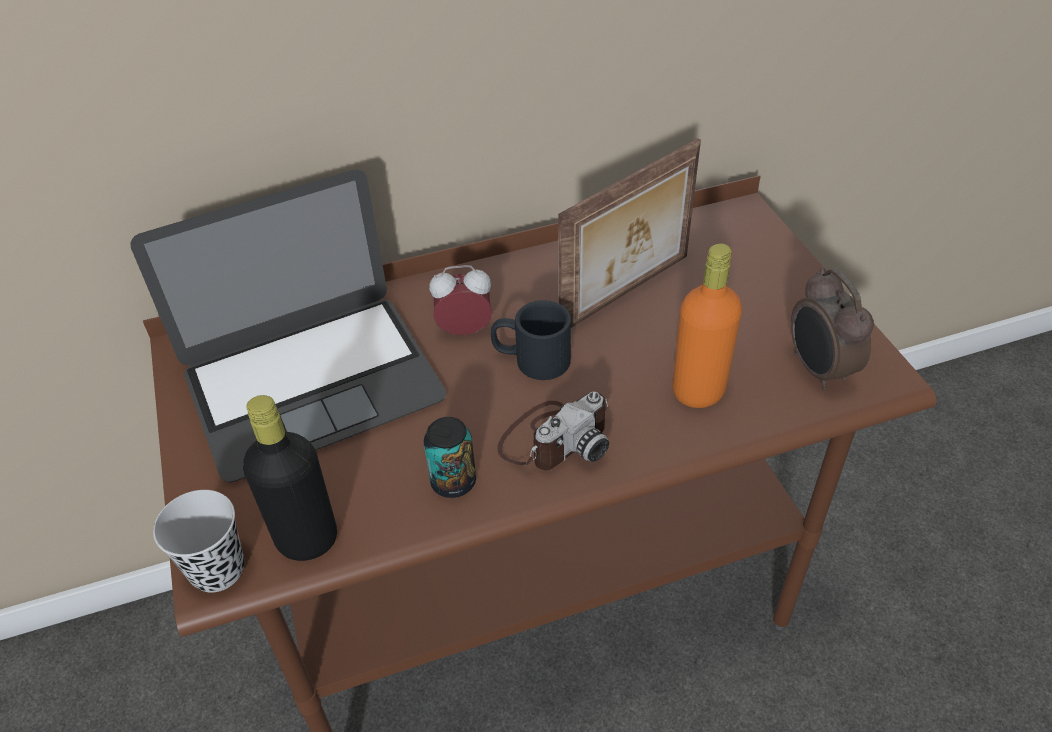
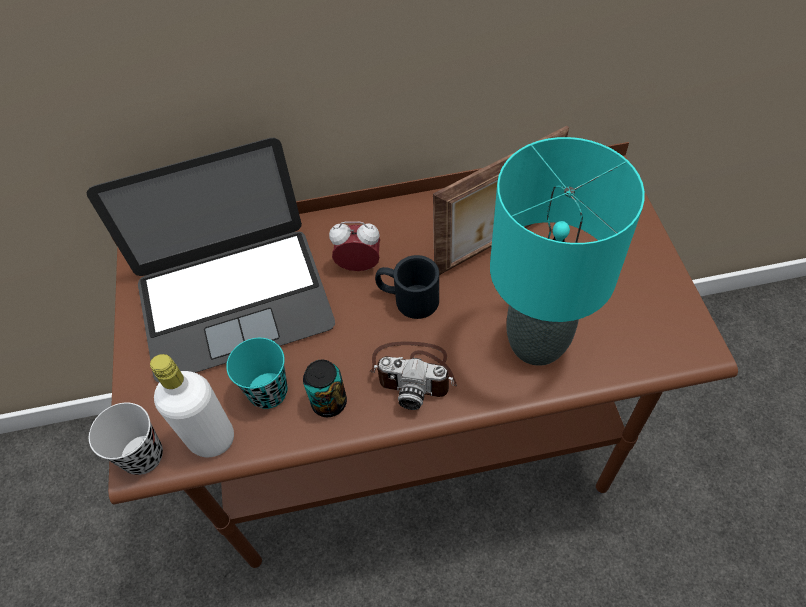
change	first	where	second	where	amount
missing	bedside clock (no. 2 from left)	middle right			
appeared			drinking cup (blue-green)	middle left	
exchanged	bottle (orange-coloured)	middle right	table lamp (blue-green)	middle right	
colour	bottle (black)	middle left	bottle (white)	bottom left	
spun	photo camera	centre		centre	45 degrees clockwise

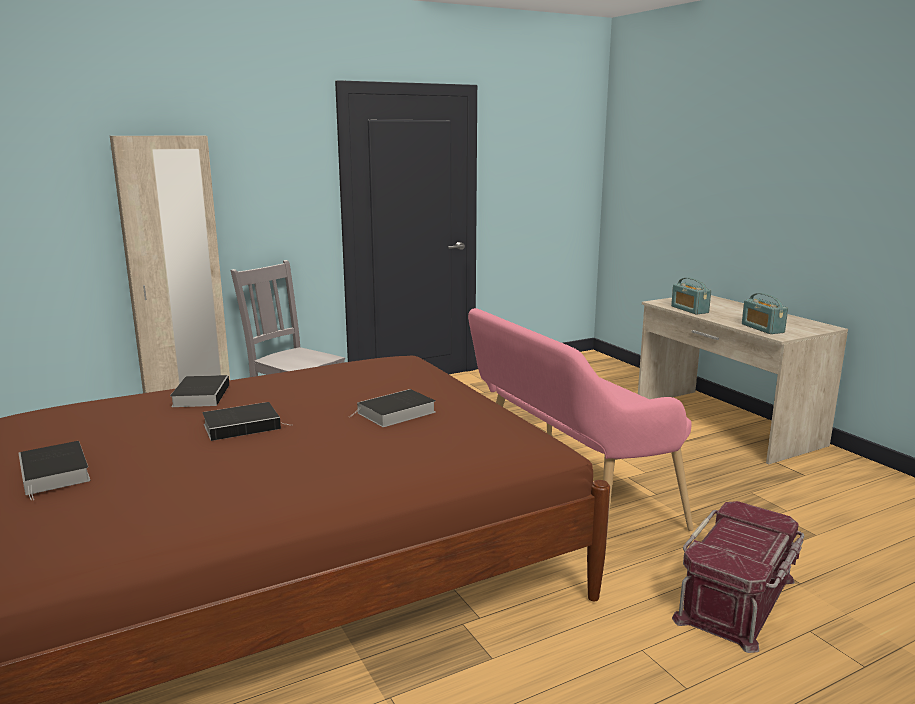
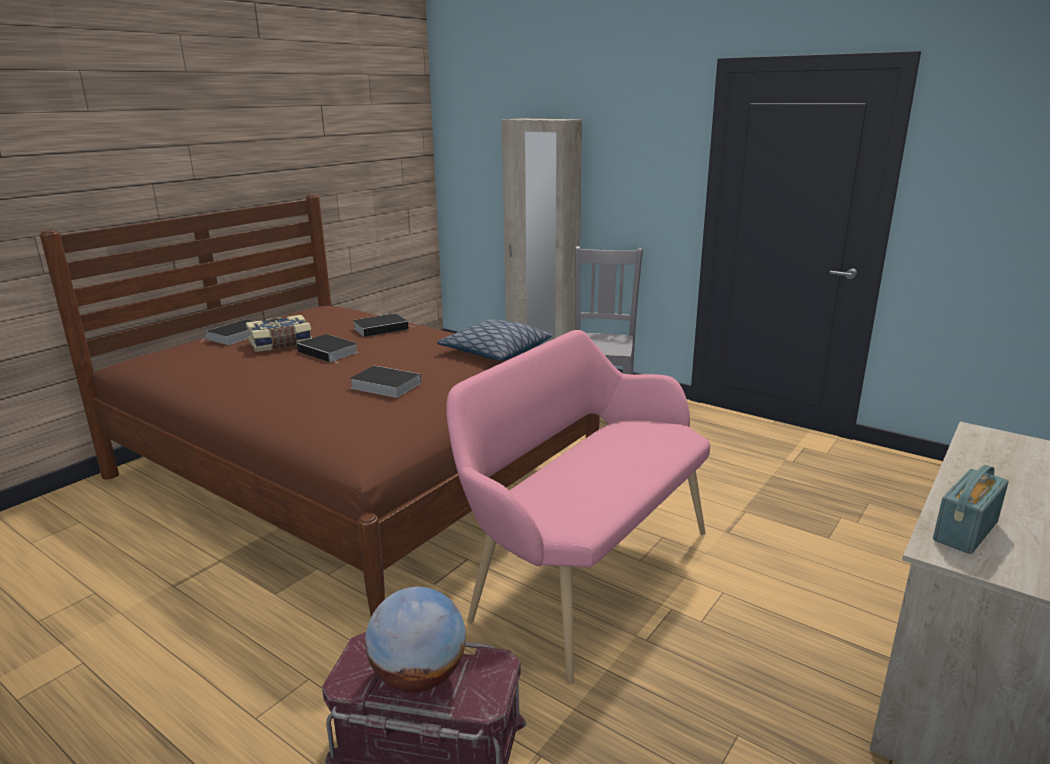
change	first	where	second	where	amount
missing	radio receiver (no. 1 from left)	middle right			
appeared			book (no. 2 from left)	middle left	
appeared			globe	bottom centre	
appeared			pillow	centre	

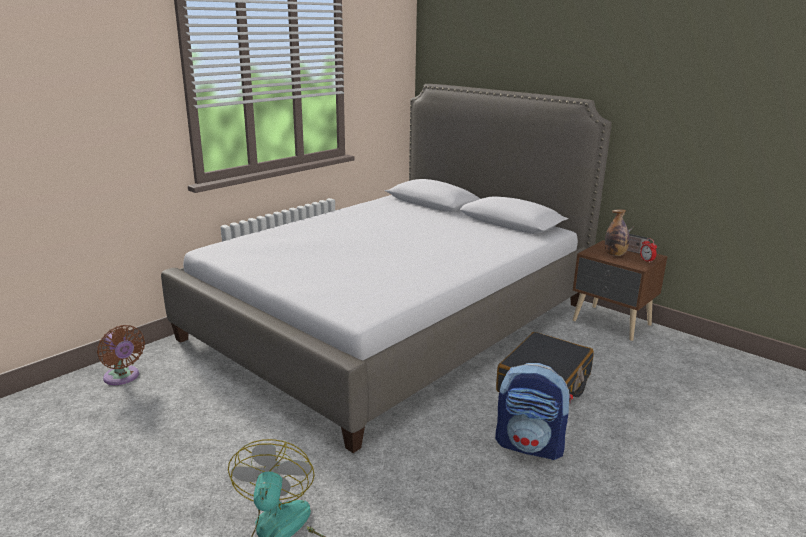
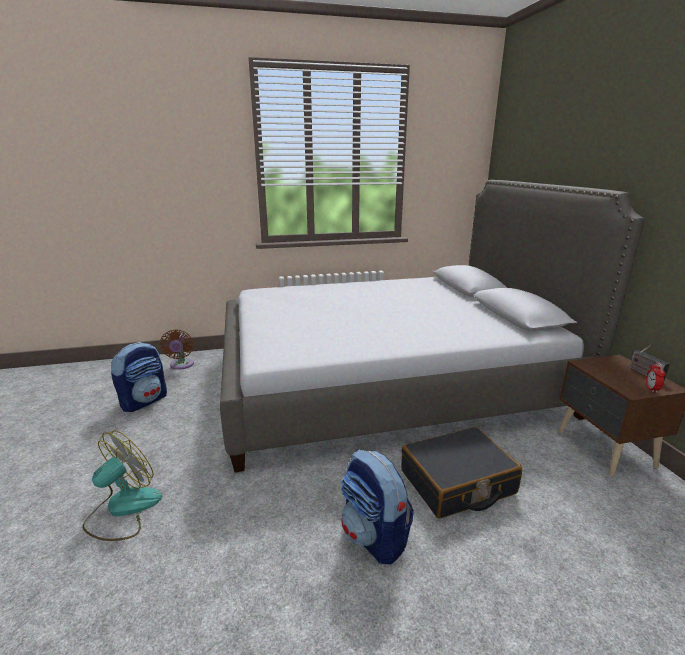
change	first	where	second	where	amount
missing	bottle	middle right			
appeared			rucksack (no. 1 from left)	middle left	

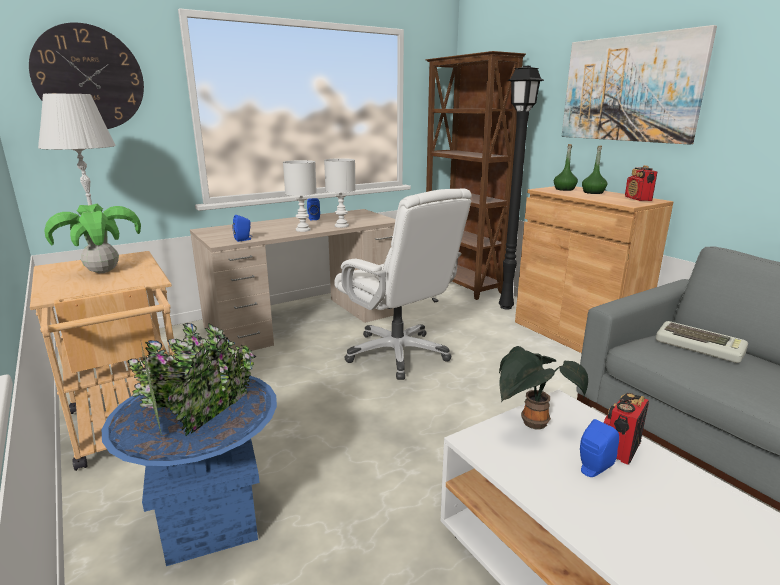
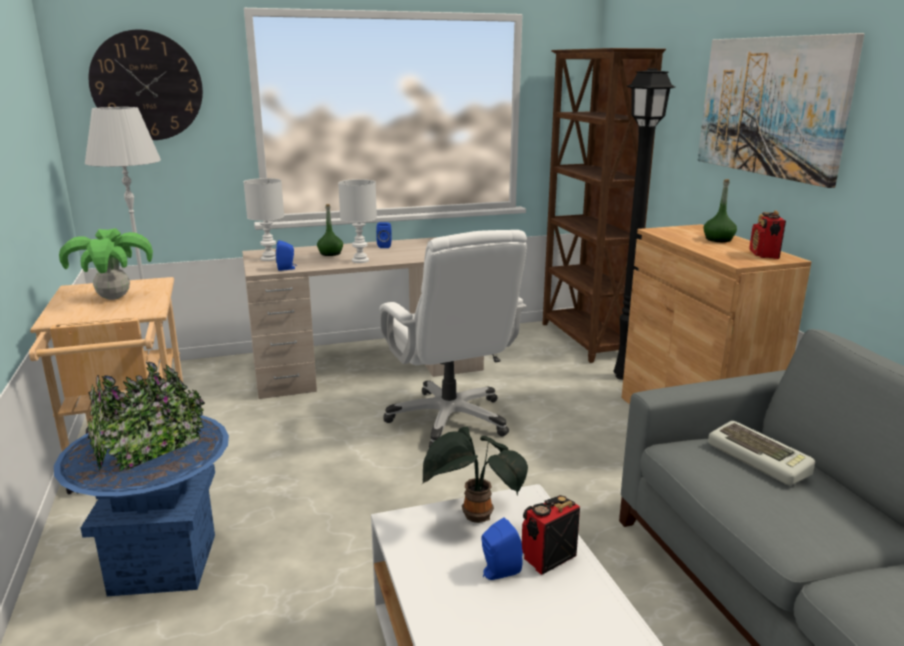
change	first	where	second	where	amount
relocated	table lamp (white) (no. 2 from left in the first image)	top centre	table lamp (white) (no. 1 from left)	middle left	
relocated	bottle (green-coloured) (no. 1 from left)	top right		centre	

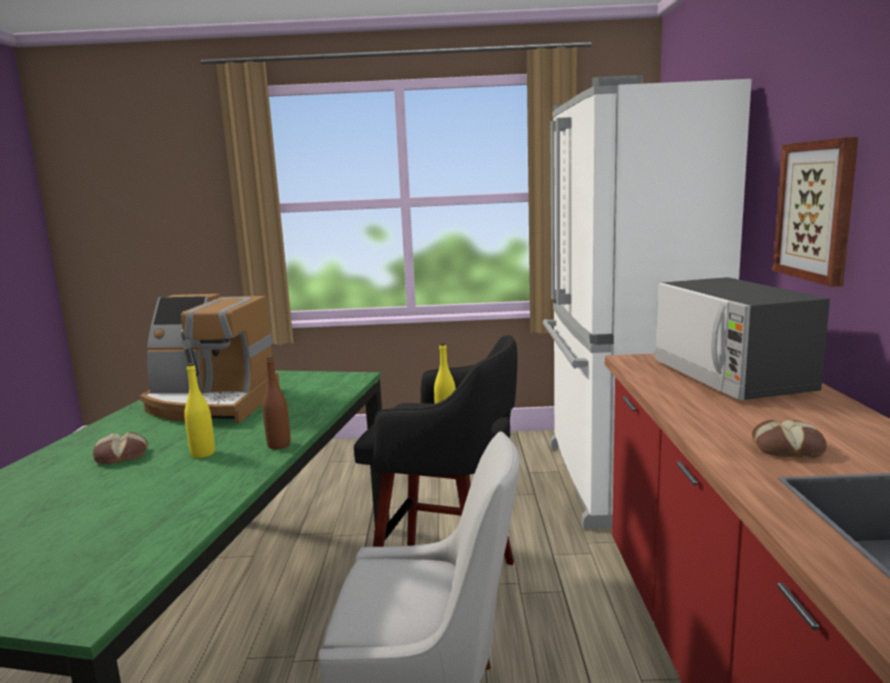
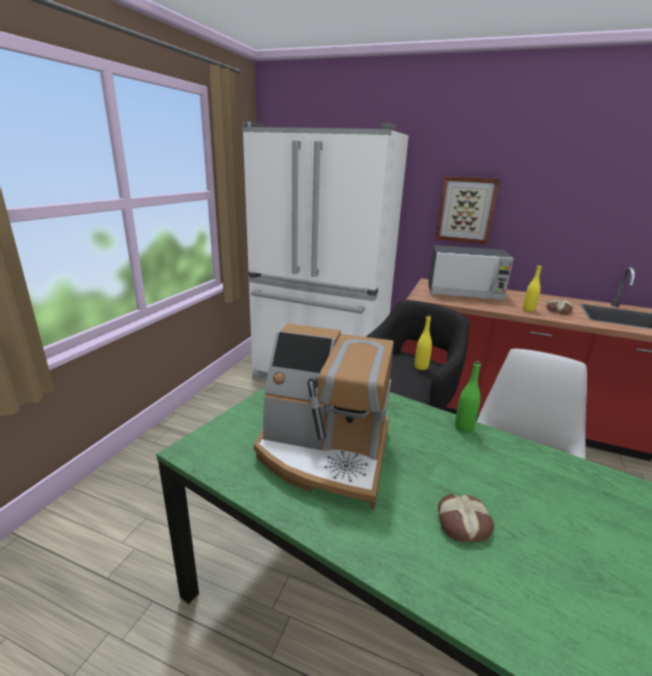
change	first	where	second	where	amount
relocated	bottle (yellow-coloured) (no. 1 from left in the first image)	middle left	bottle (yellow-coloured) (no. 2 from left)	middle right	
colour	bottle (brown-coloured)	middle left	bottle (green-coloured)	middle right	
spun	coffee maker	middle left		centre	75 degrees clockwise

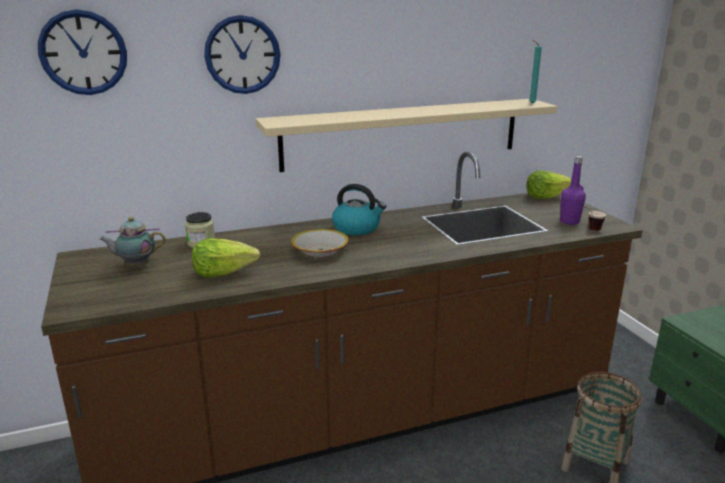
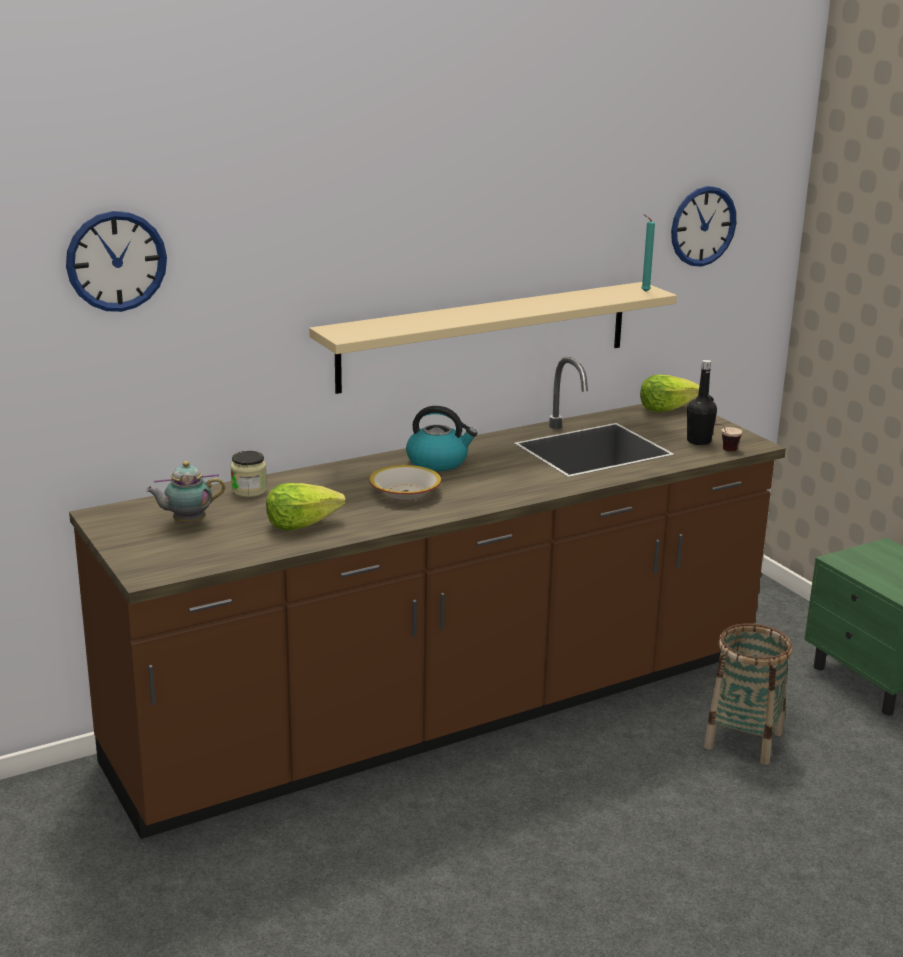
change	first	where	second	where	amount
relocated	hanging clock (no. 2 from left)	top centre		top right	
colour	bottle (purple)	middle right	bottle (black)	middle right	

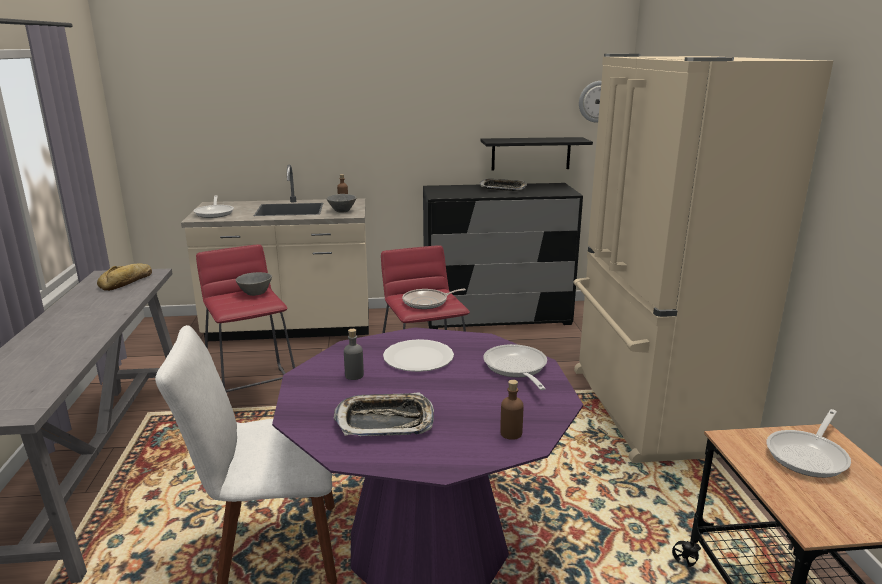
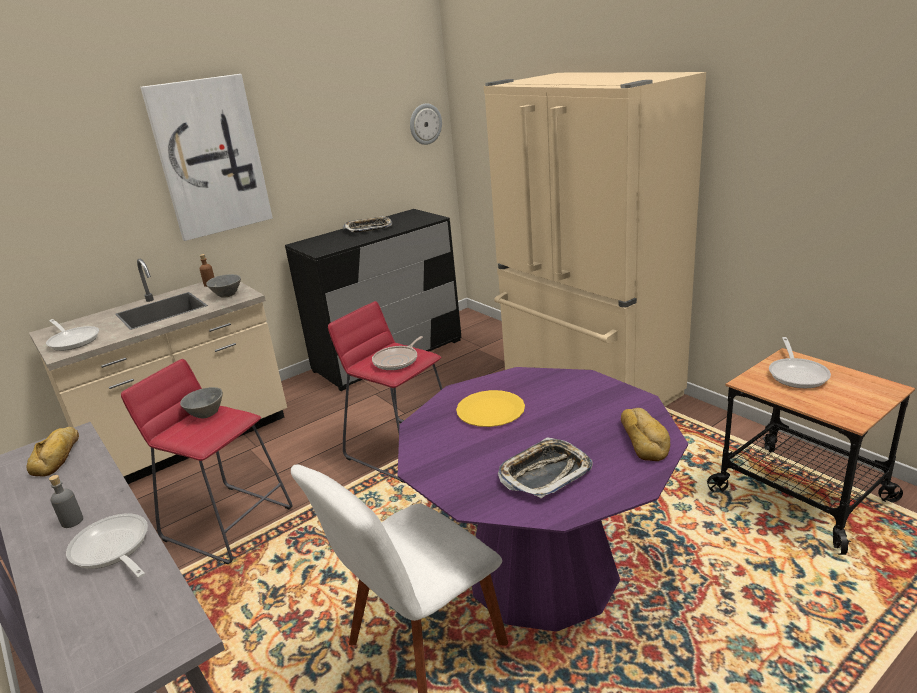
change	first	where	second	where	amount
missing	wall shelf (black)	top centre			
appeared			wall art	top left	
relocated	bottle (greyish)	centre		bottom left	
relocated	frying pan (no. 3 from left in the first image)	centre	frying pan (no. 2 from left)	bottom left	
exchanged	bottle (brown-coloured) (no. 2 from left)	bottom centre	baked bread (no. 2 from left)	middle right	
colour	plate (white)	centre	plate (yellow-coloured)	centre	

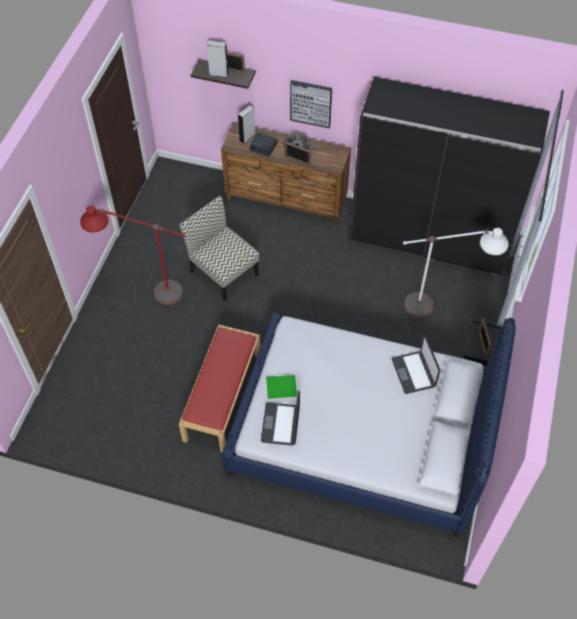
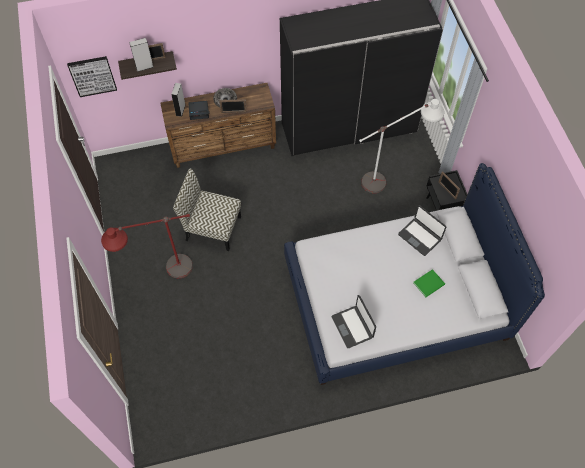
change	first	where	second	where	amount
missing	long seat (red)	centre			
relocated	book (green-coloured)	centre		middle right	
relocated	wall art	top centre		top left	

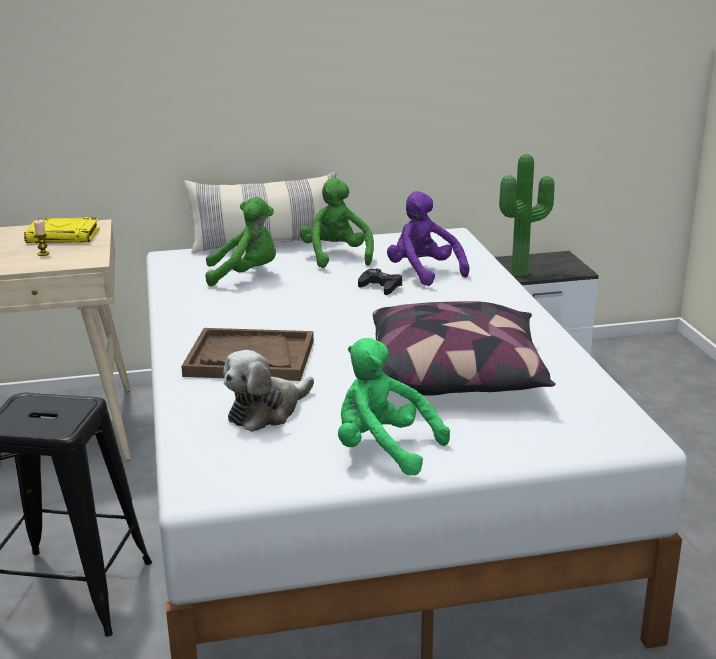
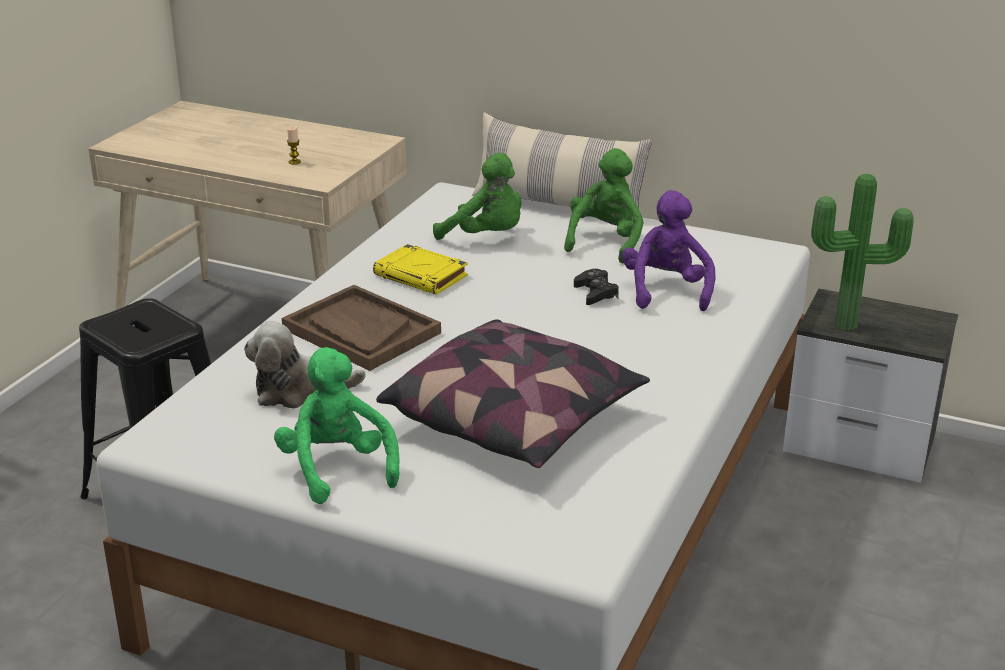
change	first	where	second	where	amount
relocated	book (yellow-coloured)	middle left		centre	

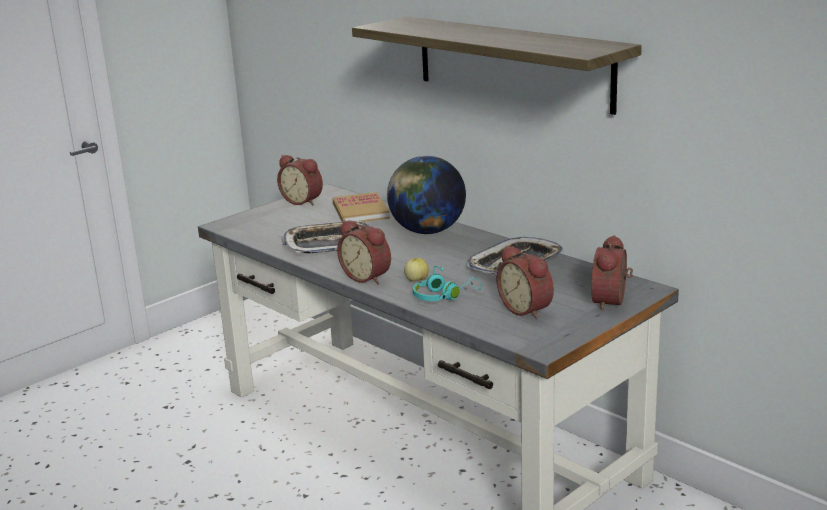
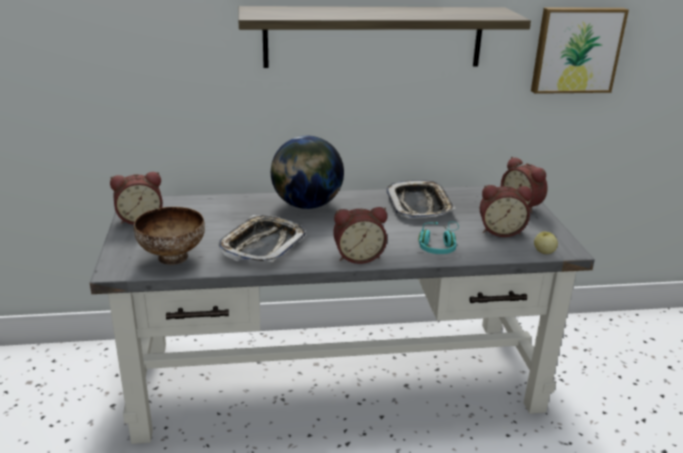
change	first	where	second	where	amount
missing	book	centre			
appeared			serving bowl	middle left	
appeared			wall art	top right	
relocated	apple	centre		middle right	

